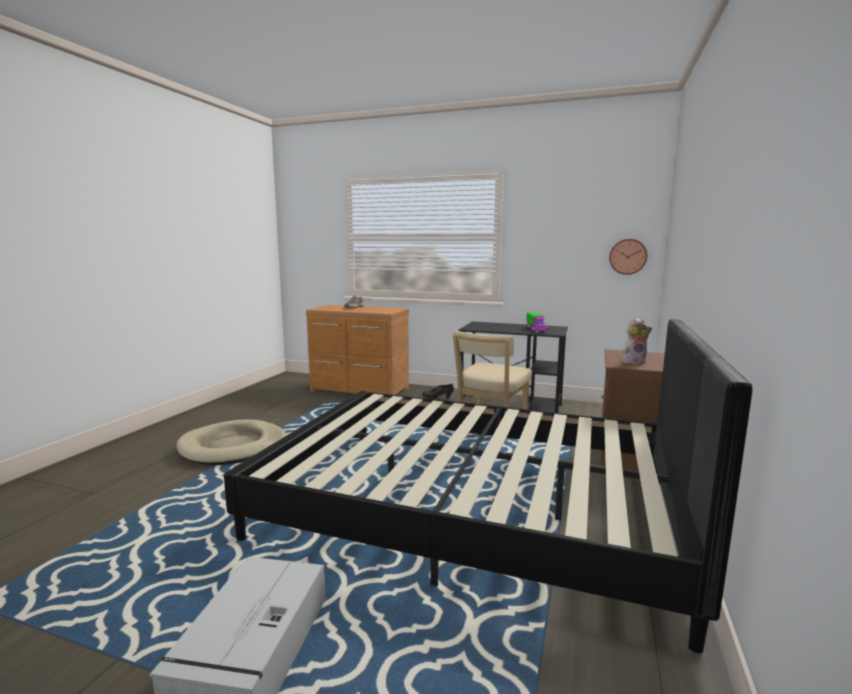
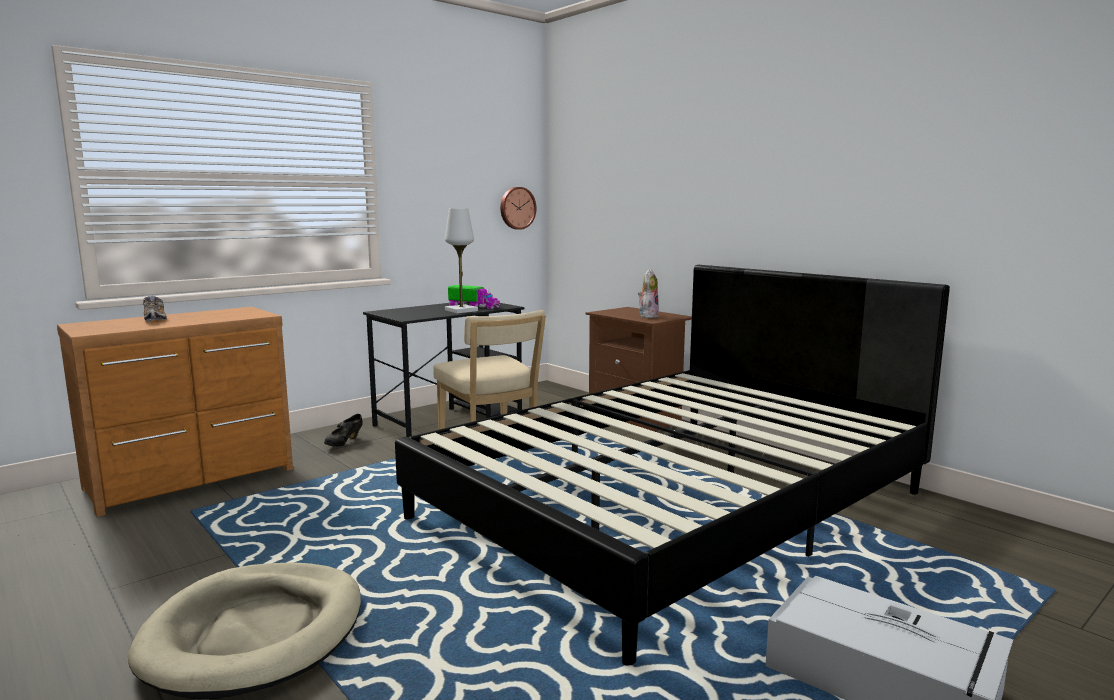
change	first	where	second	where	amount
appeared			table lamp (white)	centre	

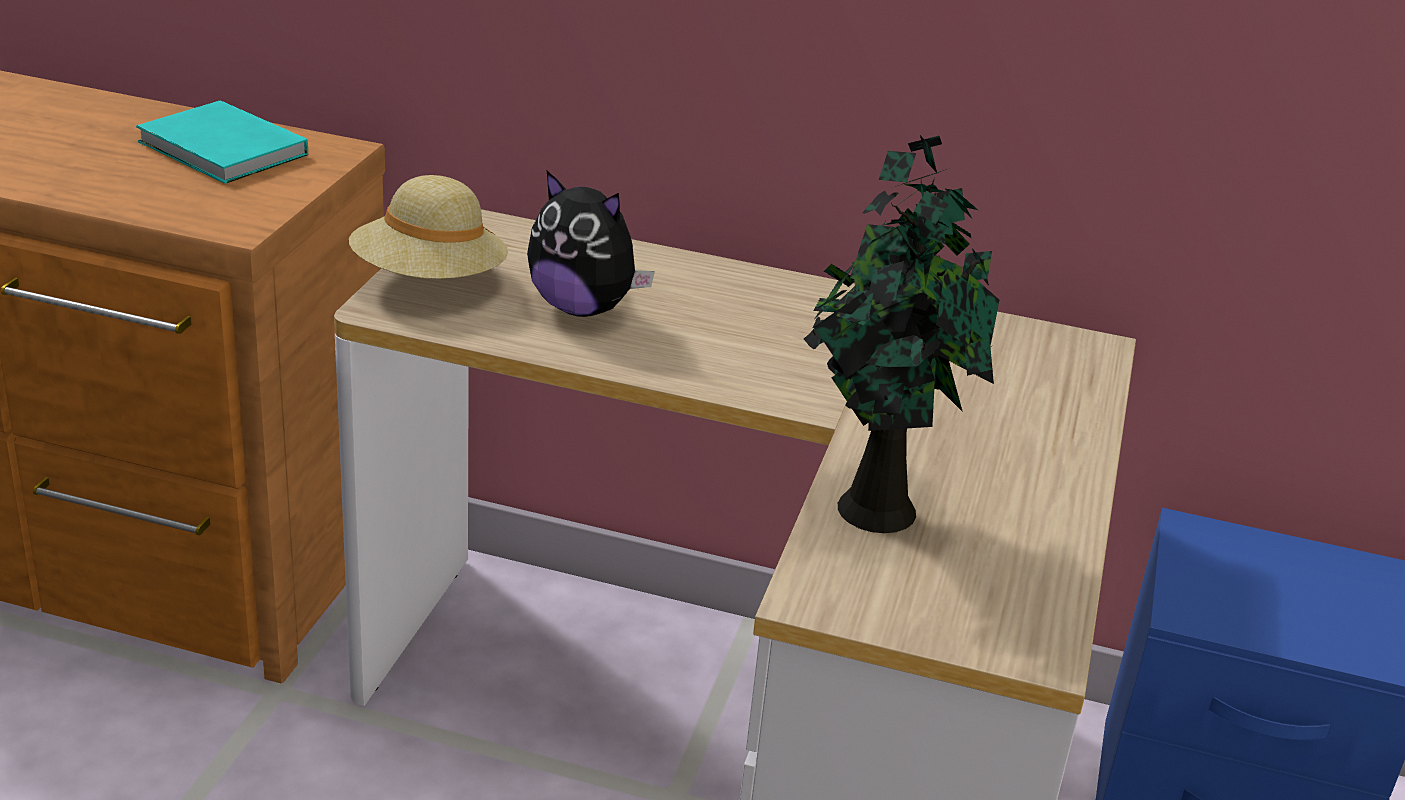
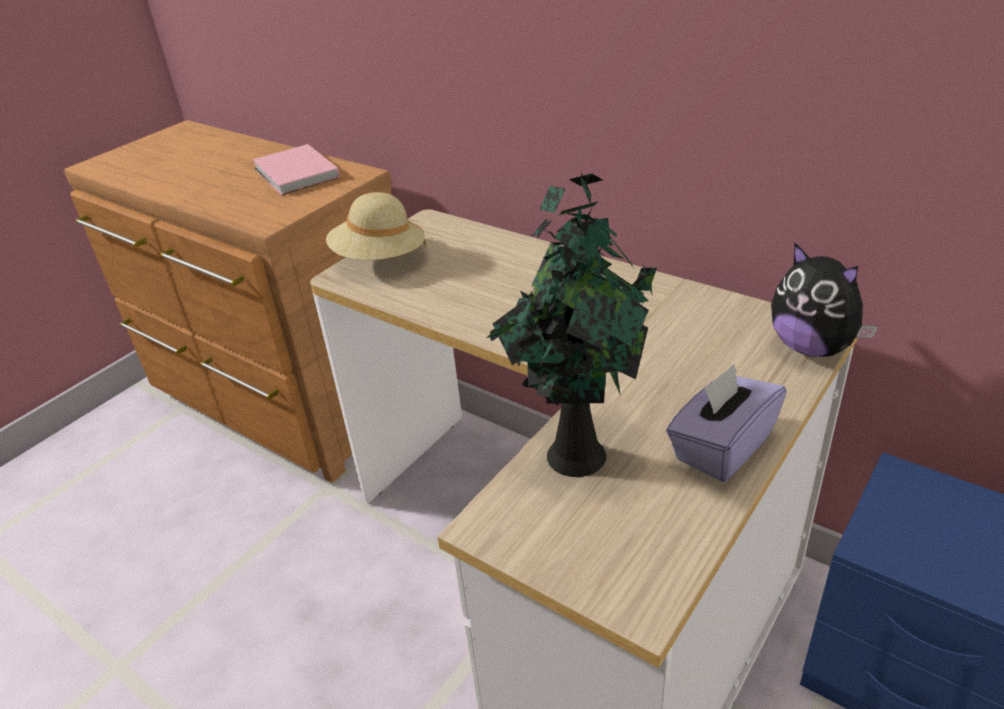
change	first	where	second	where	amount
appeared			tissue box (purple)	middle right	
relocated	cuddly toy	top centre		middle right	
colour	book (blue-green)	top left	book (pink)	top left	

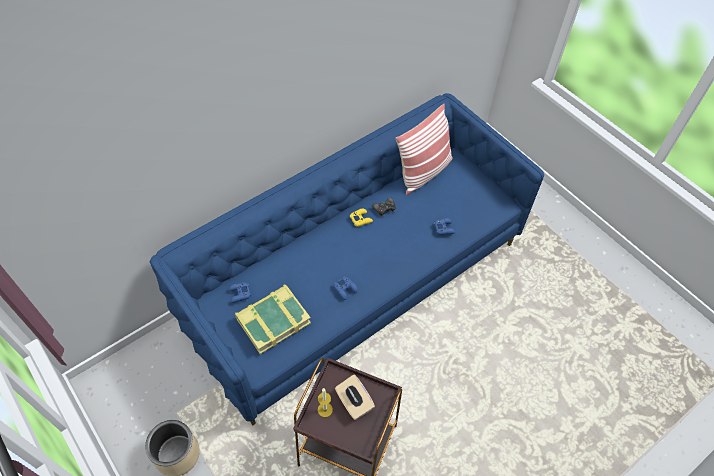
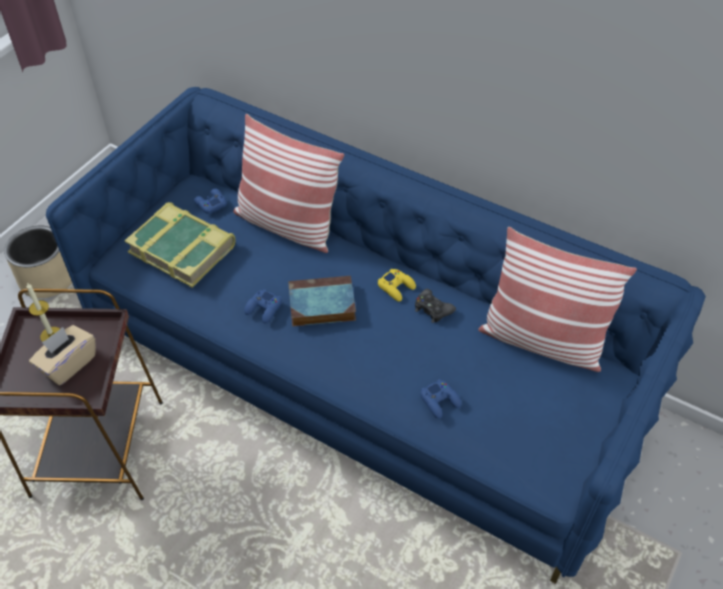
change	first	where	second	where	amount
appeared			pillow (no. 1 from left)	top centre	
appeared			book (no. 2 from left)	centre	

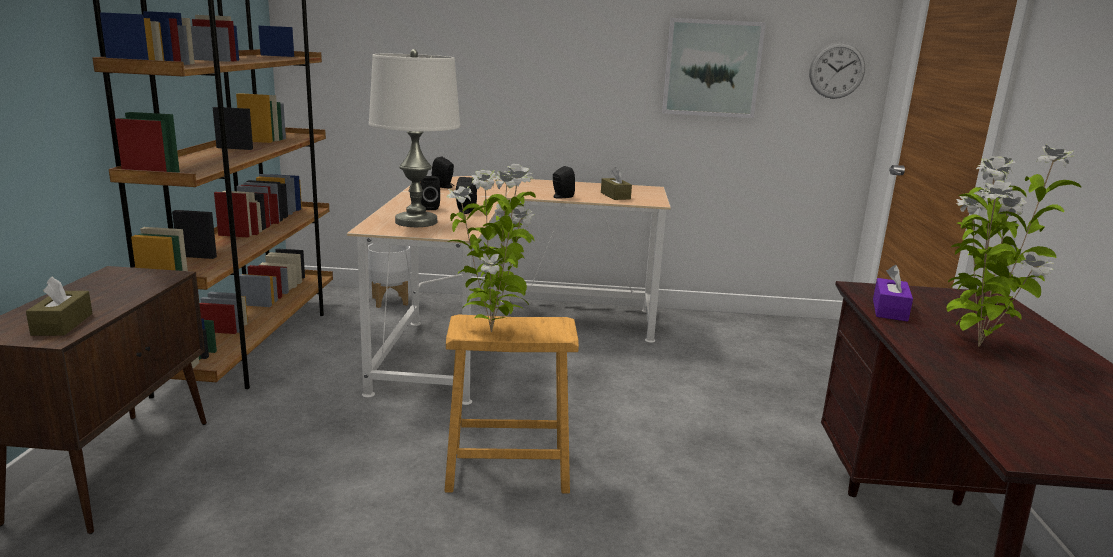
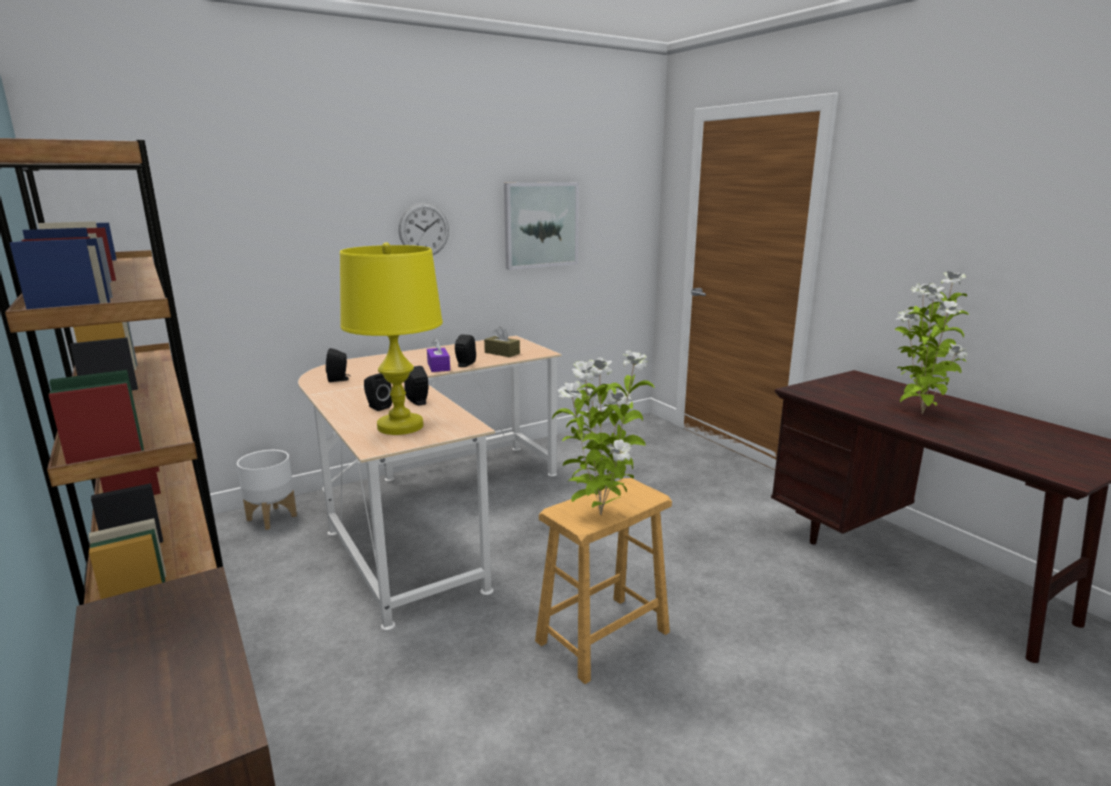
change	first	where	second	where	amount
missing	tissue box (brown-coloured) (no. 1 from left)	middle left			
relocated	hanging clock	top right		top centre	
relocated	tissue box (purple)	middle right		centre	
colour	table lamp (white)	top centre	table lamp (yellow-coloured)	centre	

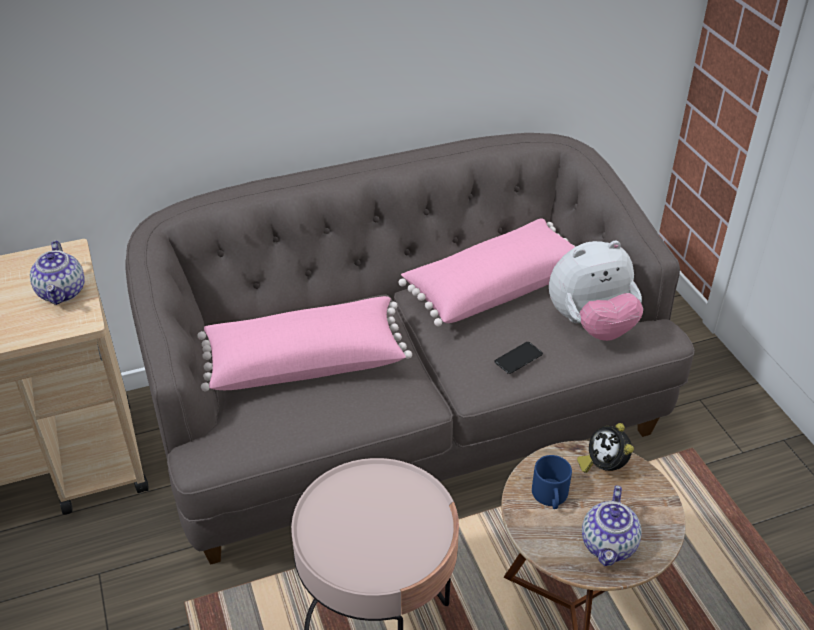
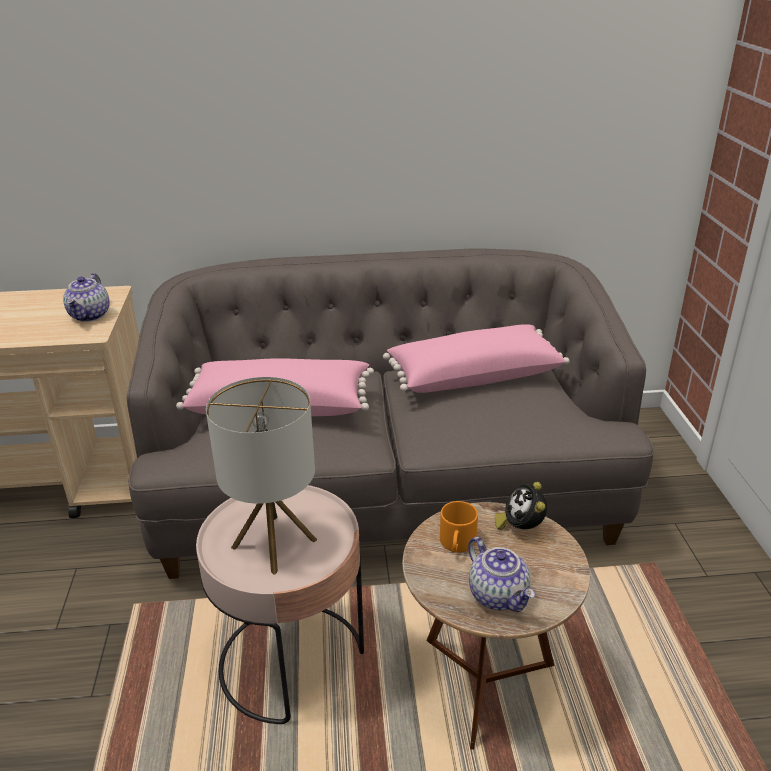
change	first	where	second	where	amount
missing	handset	centre			
missing	cuddly toy	middle right			
appeared			table lamp	centre	
colour	mug (blue-coloured)	bottom right	mug (orange-coloured)	bottom centre	
spun	tea pot (no. 2 from left)	bottom right		bottom centre	60 degrees counterclockwise

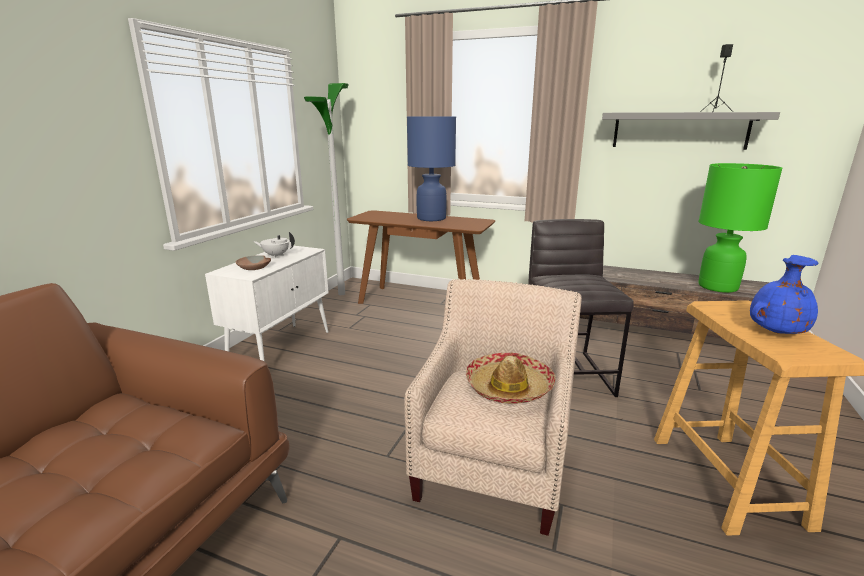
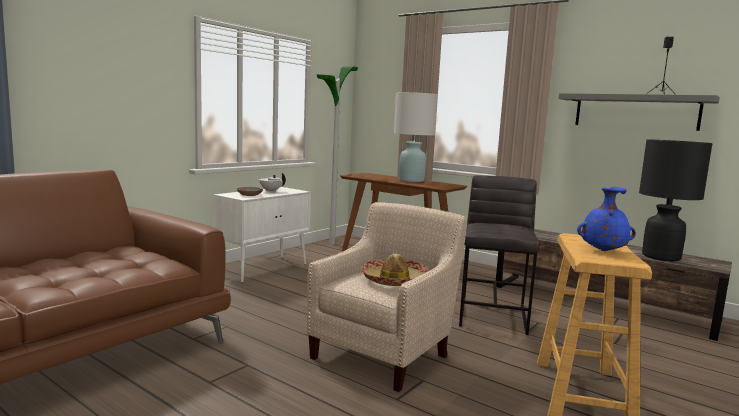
change	first	where	second	where	amount
colour	table lamp (blue-coloured)	top centre	table lamp (white)	top centre	
colour	table lamp (green-coloured)	middle right	table lamp (black)	middle right	

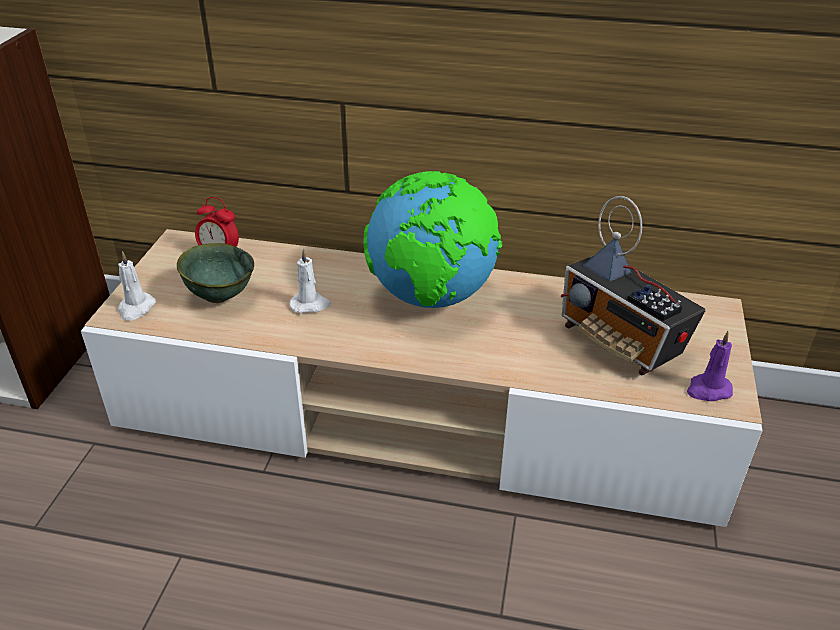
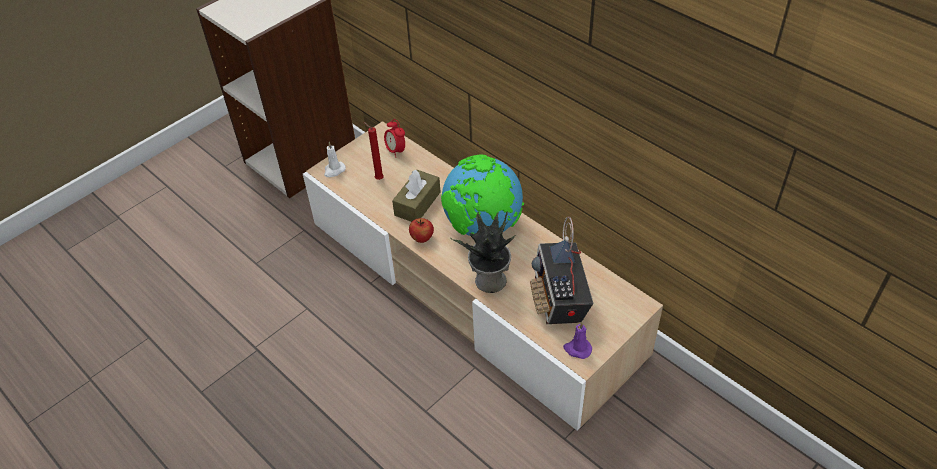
change	first	where	second	where	amount
appeared			apple	centre	
appeared			plant in a pot	centre	
exchanged	serving bowl (green-coloured)	middle left	candle (red)	top centre	
exchanged	candle (white) (no. 2 from left)	centre	tissue box (brown-coloured)	centre	

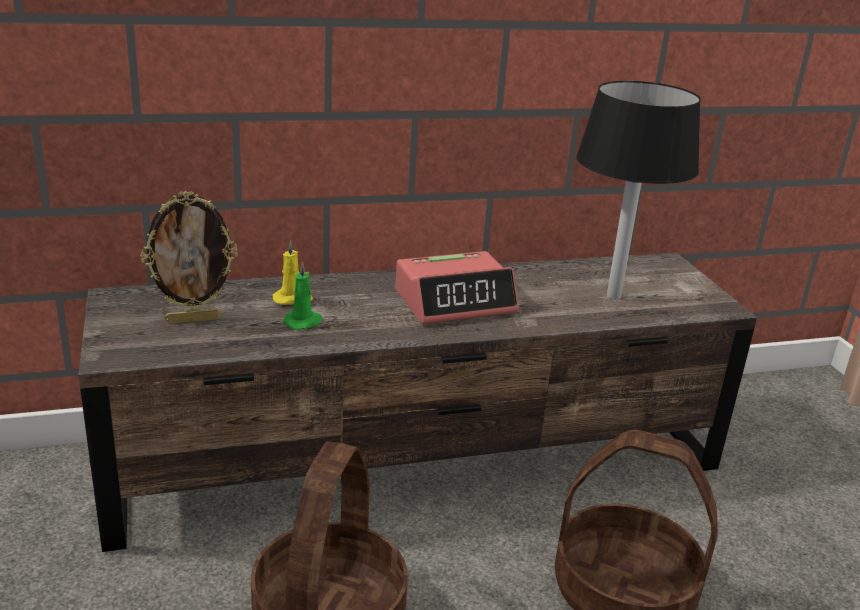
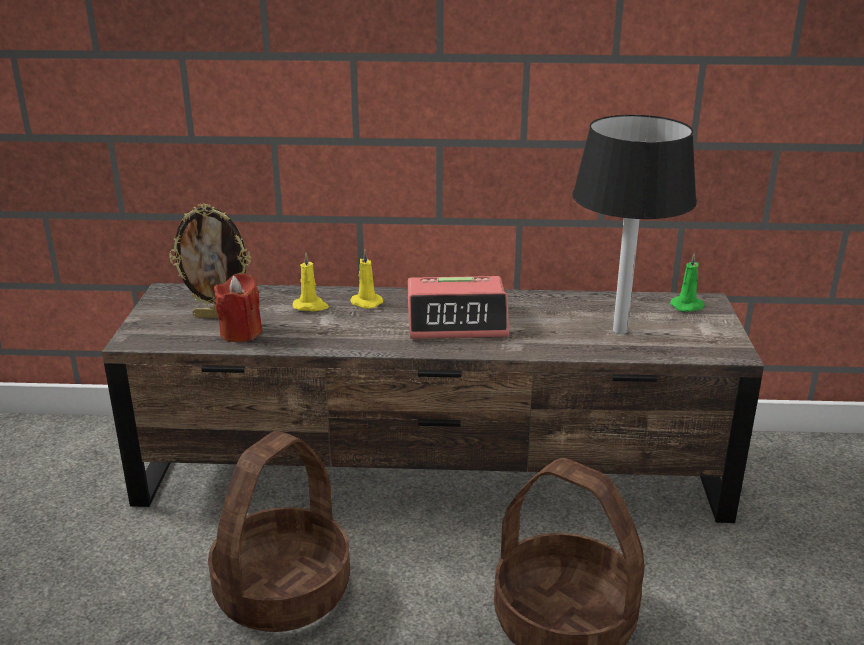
change	first	where	second	where	amount
appeared			candle (red)	middle left	
appeared			candle (yellow-coloured) (no. 2 from left)	centre	
relocated	candle (green-coloured)	centre		middle right	

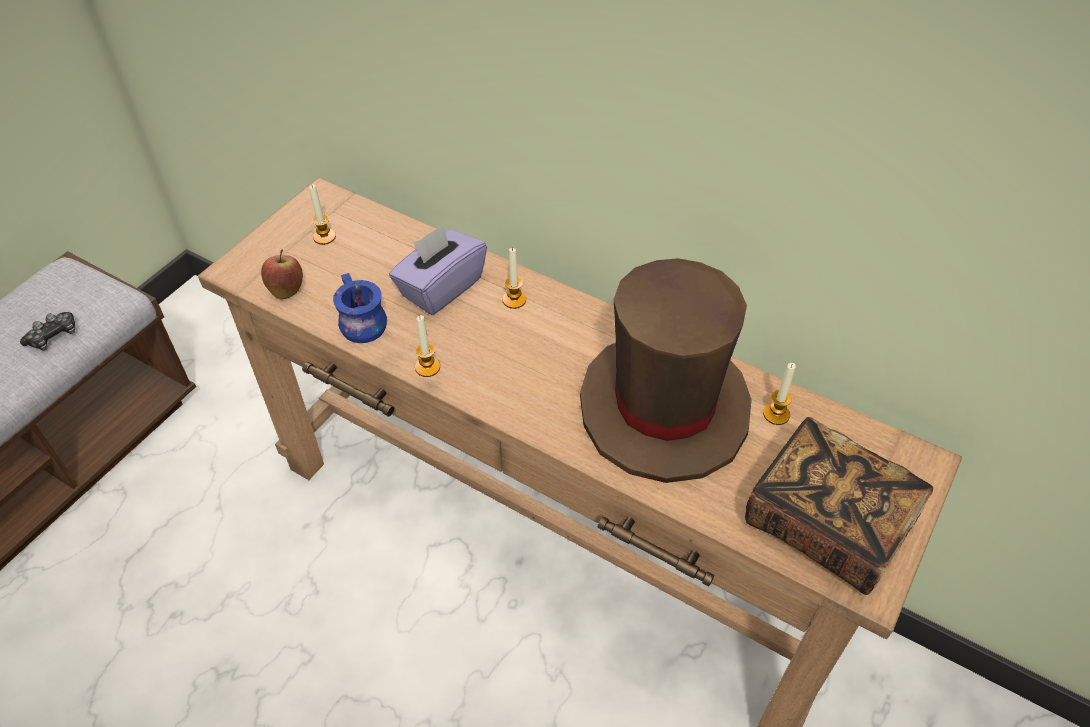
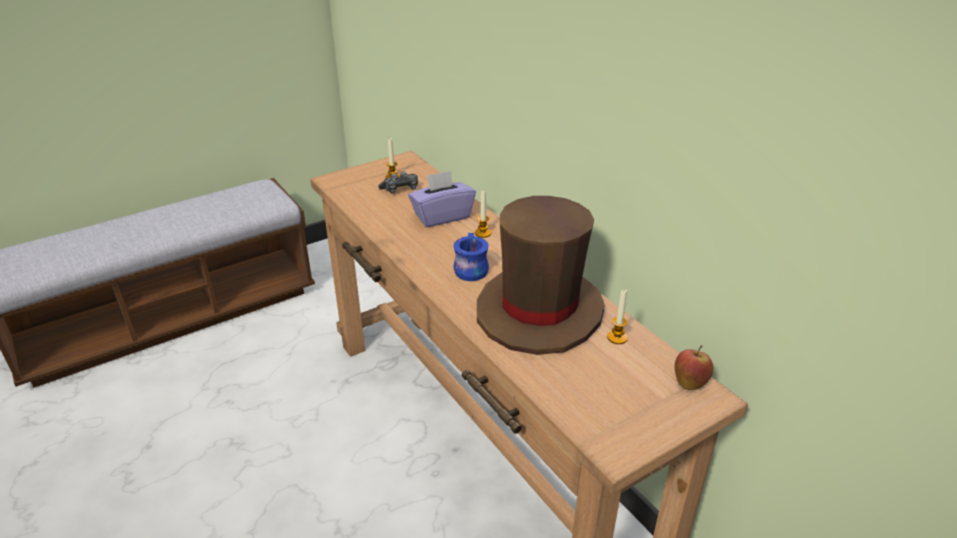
change	first	where	second	where	amount
missing	candle (no. 2 from left)	centre			
missing	book	bottom right			
relocated	gamepad	middle left		centre	
relocated	apple	middle left		bottom right	
relocated	mug (blue-coloured)	middle left		centre	

